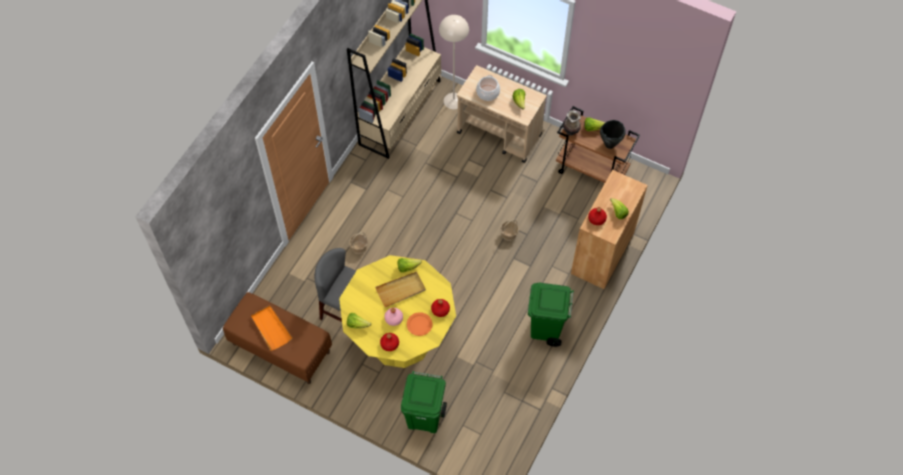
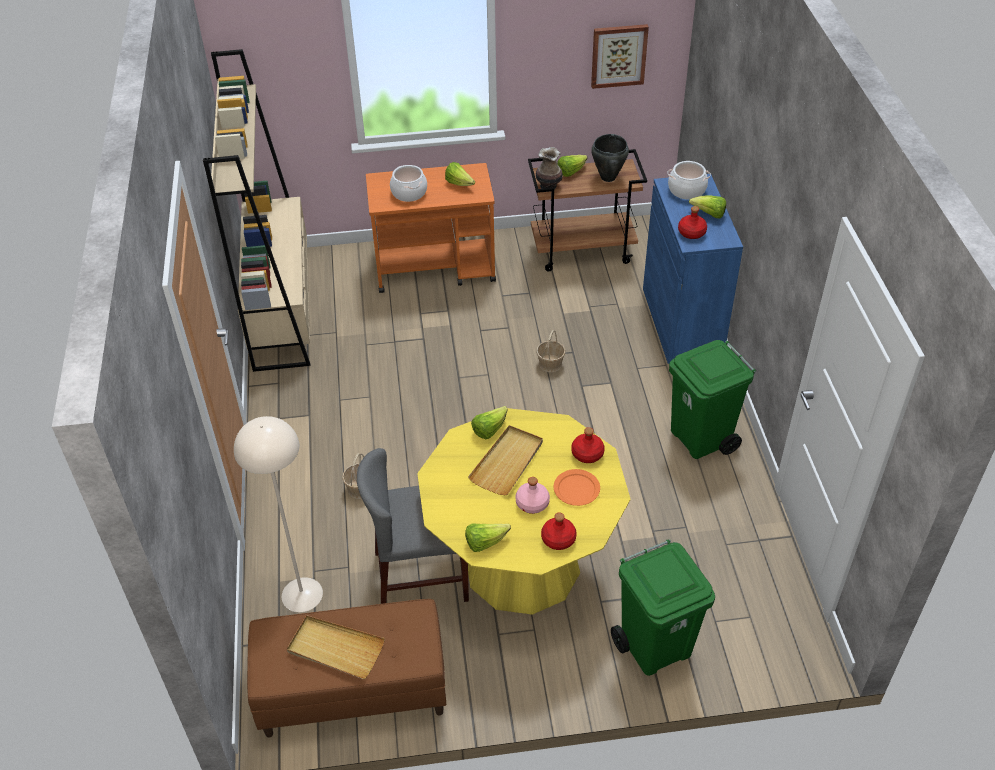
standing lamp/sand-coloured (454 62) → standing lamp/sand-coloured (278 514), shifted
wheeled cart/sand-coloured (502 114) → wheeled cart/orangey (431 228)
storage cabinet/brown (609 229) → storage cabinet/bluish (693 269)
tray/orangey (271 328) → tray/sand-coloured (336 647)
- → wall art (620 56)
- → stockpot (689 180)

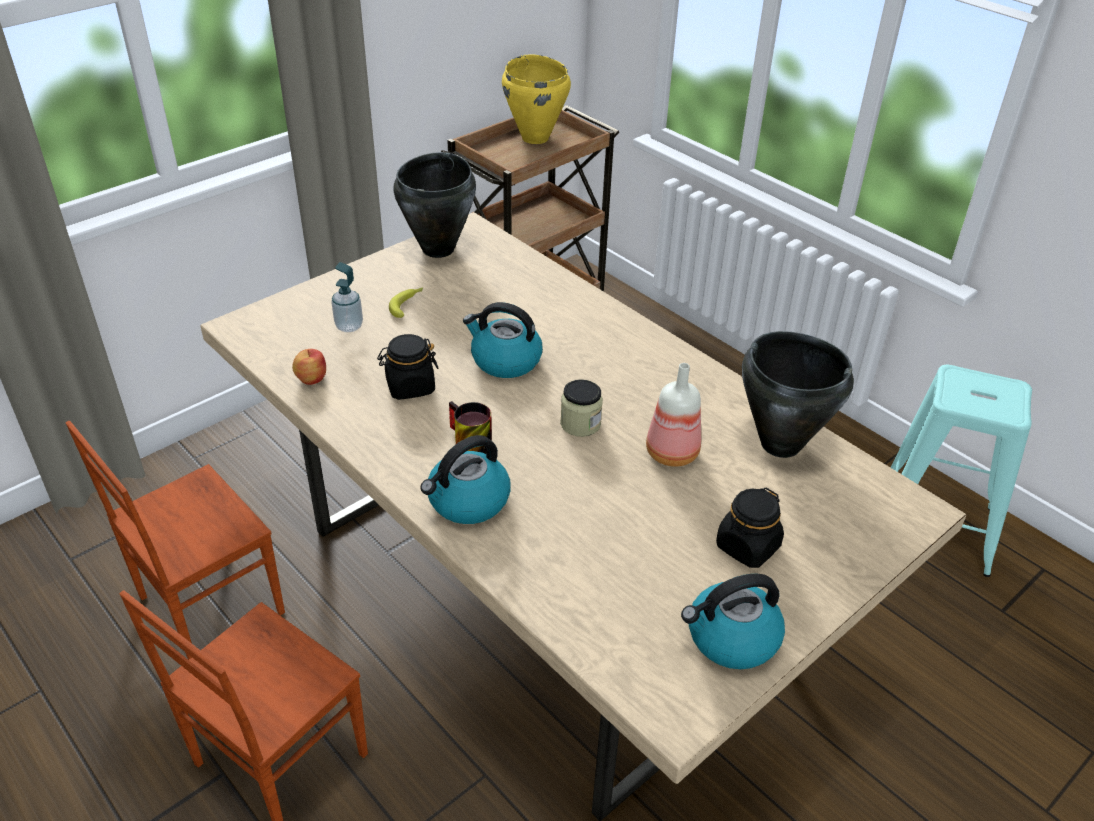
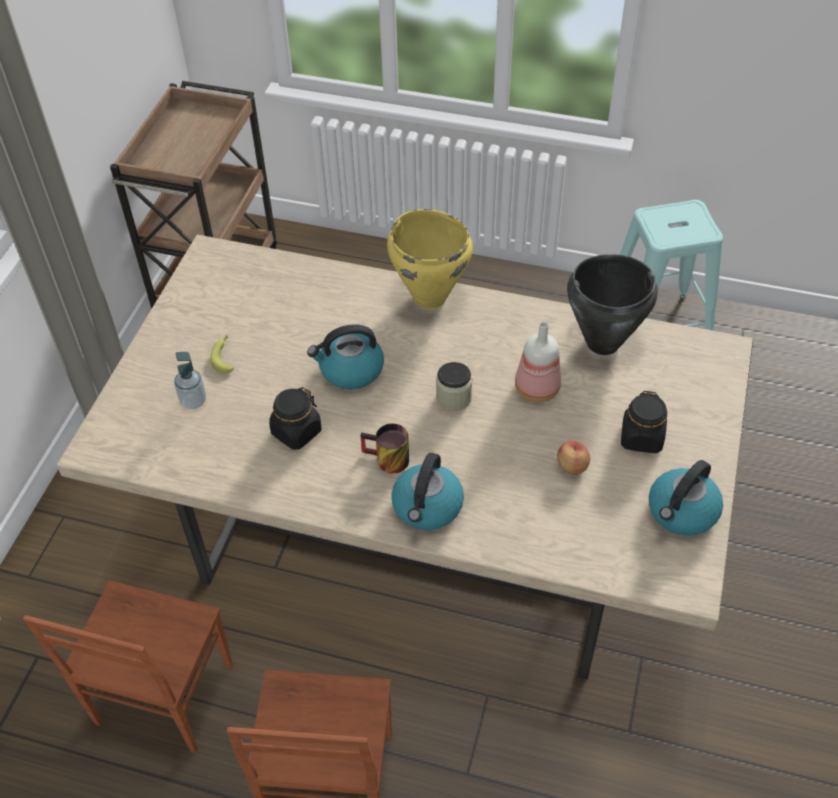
stockpot/yellowish (536 99) → stockpot/yellowish (430 259), shifted
stockpot/blackish (434 205) → -
apple fruit (309 367) → apple fruit (573 458), shifted

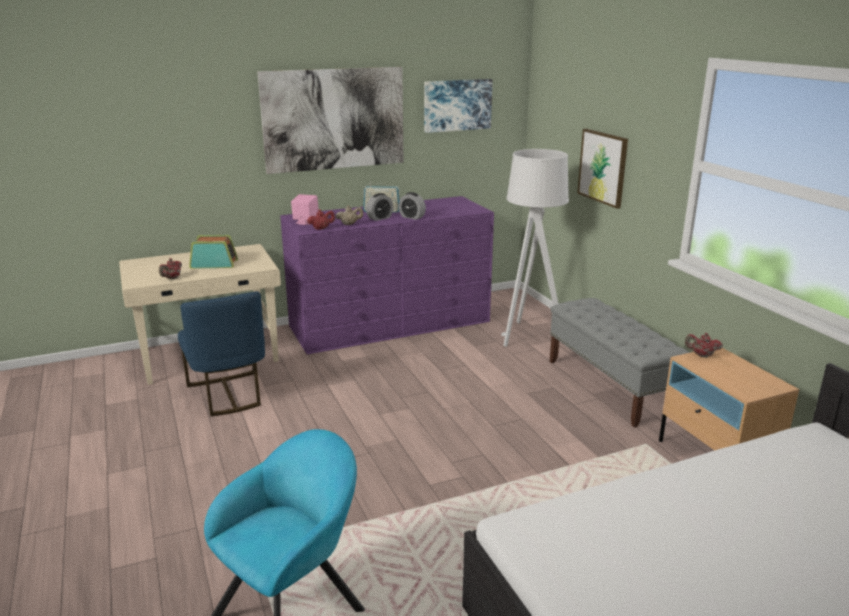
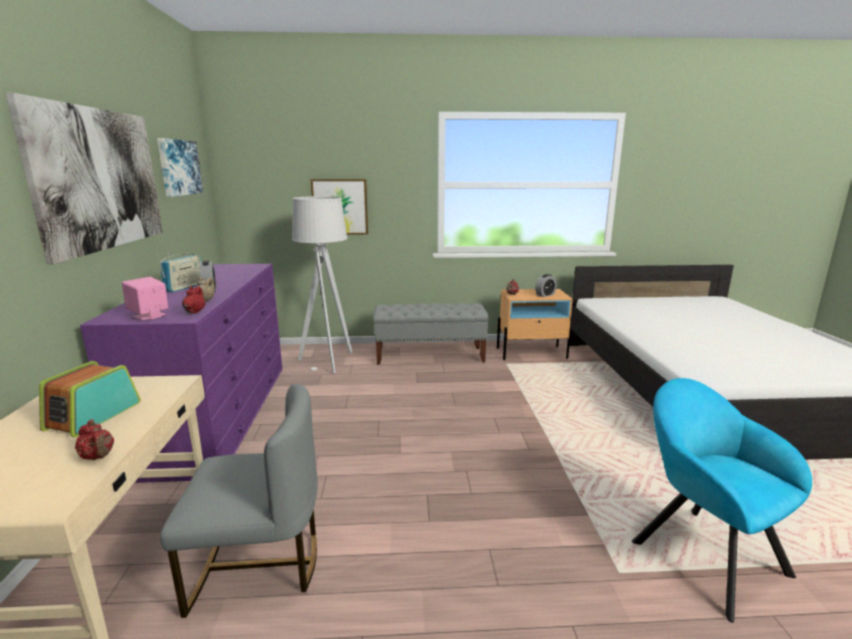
bedside clock (412 206) → bedside clock (546 285), shifted
upright chair/bluish (221 353) → upright chair/greyish (239 501)

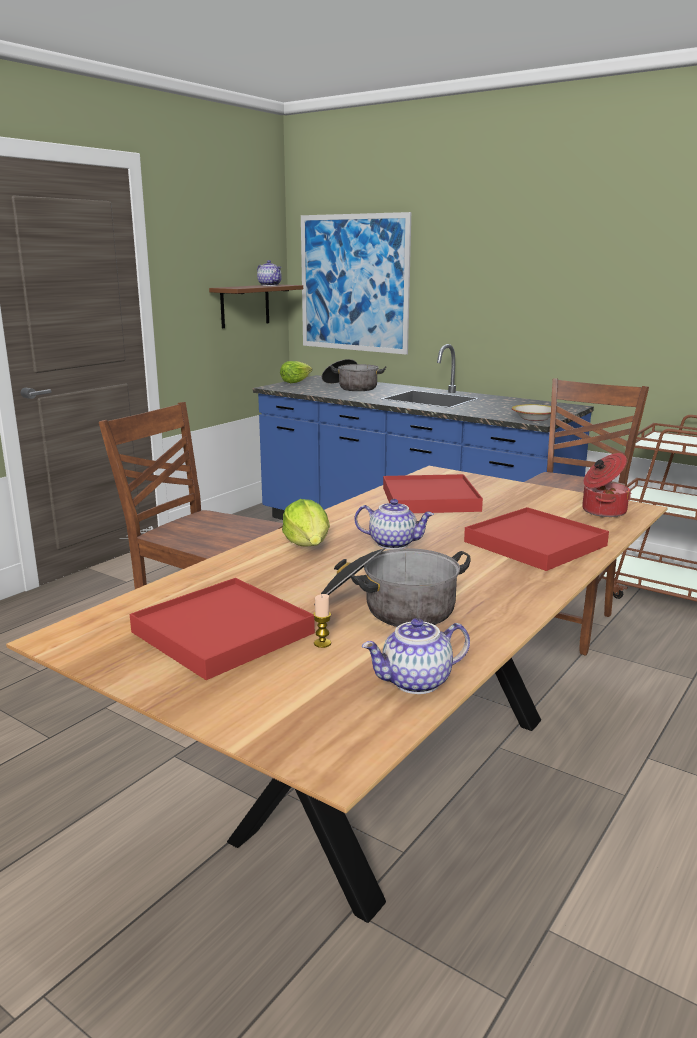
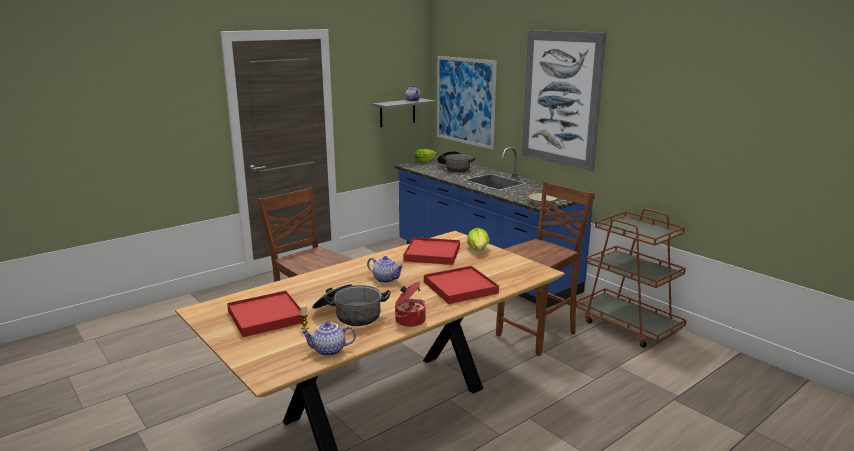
shelf/brown (256 306) → shelf/greyish (403 112)
stockpot (607 485) → stockpot (410 304), shifted
lettuce (306 523) → lettuce (478 239), shifted
- → wall art (564 100)

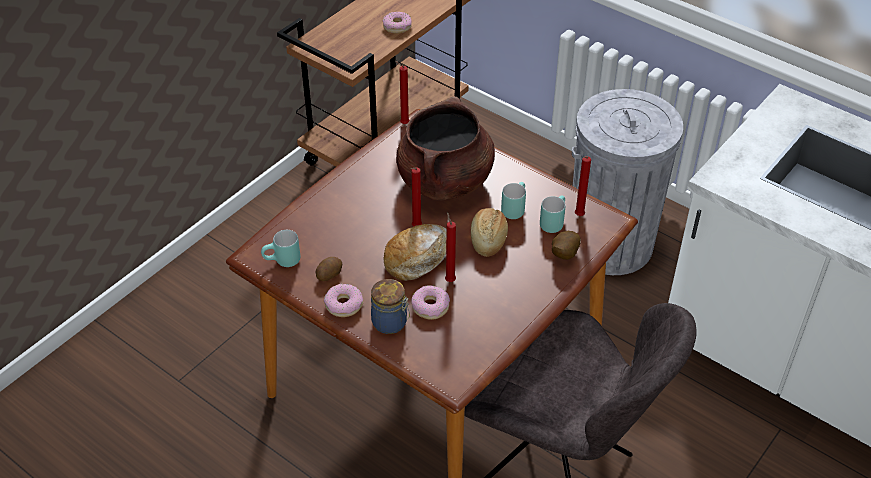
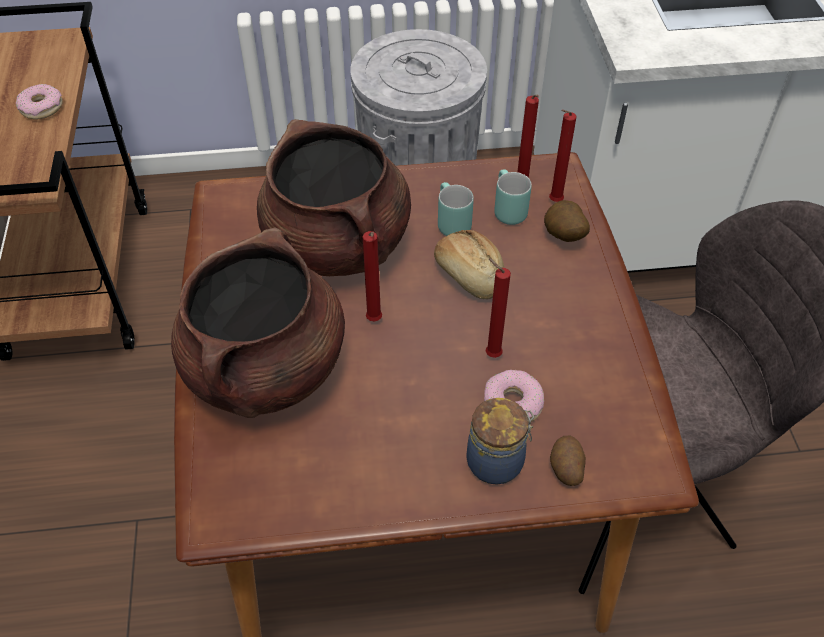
wax light/red-coloured (402 92) → wax light/red-coloured (563 156), shifted
baked bread (414 252) → -
tea mug/turquoise (280 248) → -
potato (328 269) → potato (568 460), shifted
doughnut (343 300) → -
- → stockpot/brown (258 322)

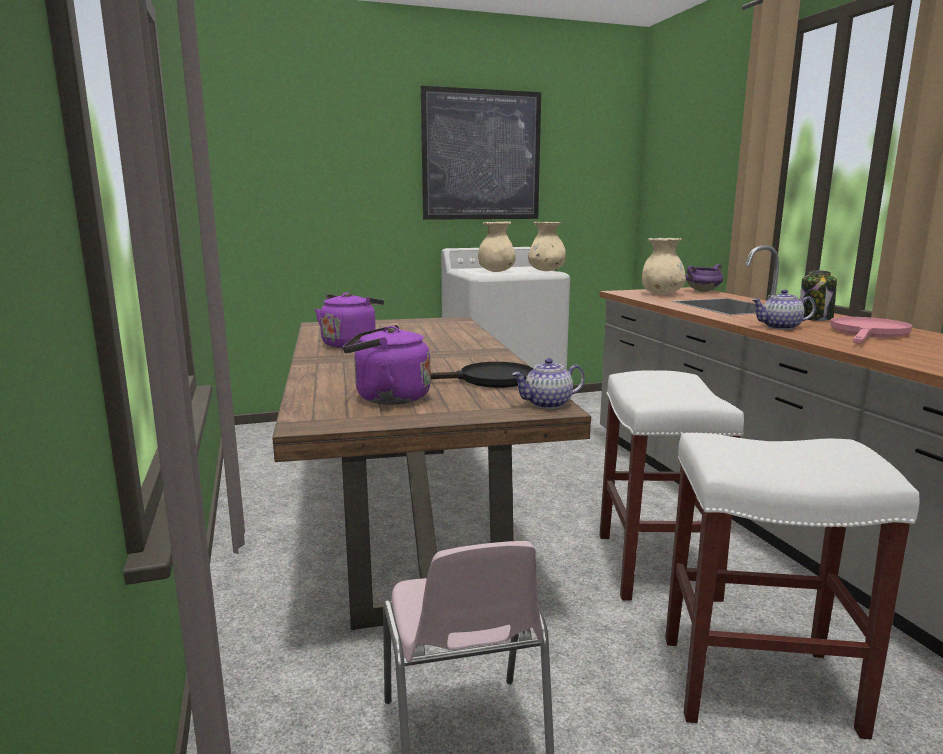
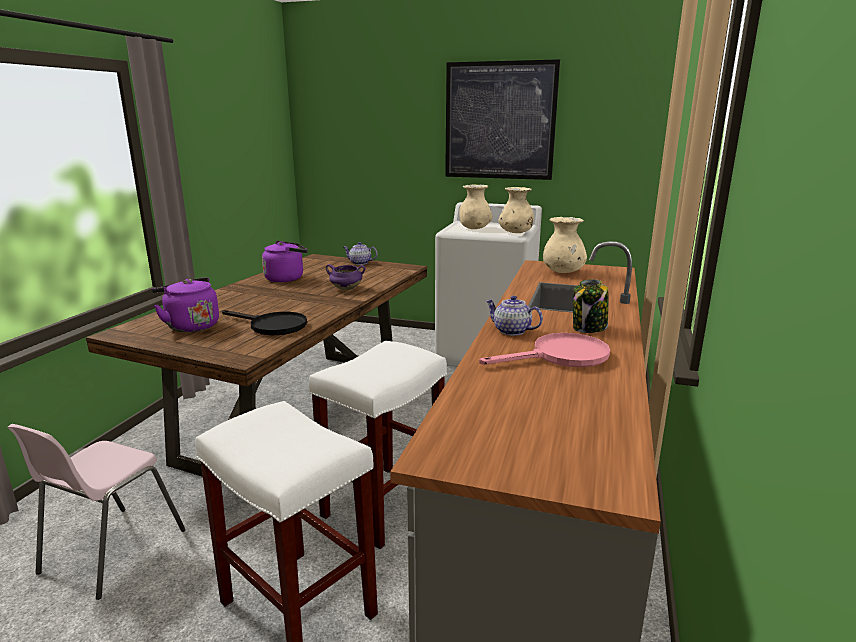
stockpot/purple-coloured (704 278) → stockpot/purple-coloured (346 277), shifted
pot for tea (548 383) → pot for tea (360 253), shifted

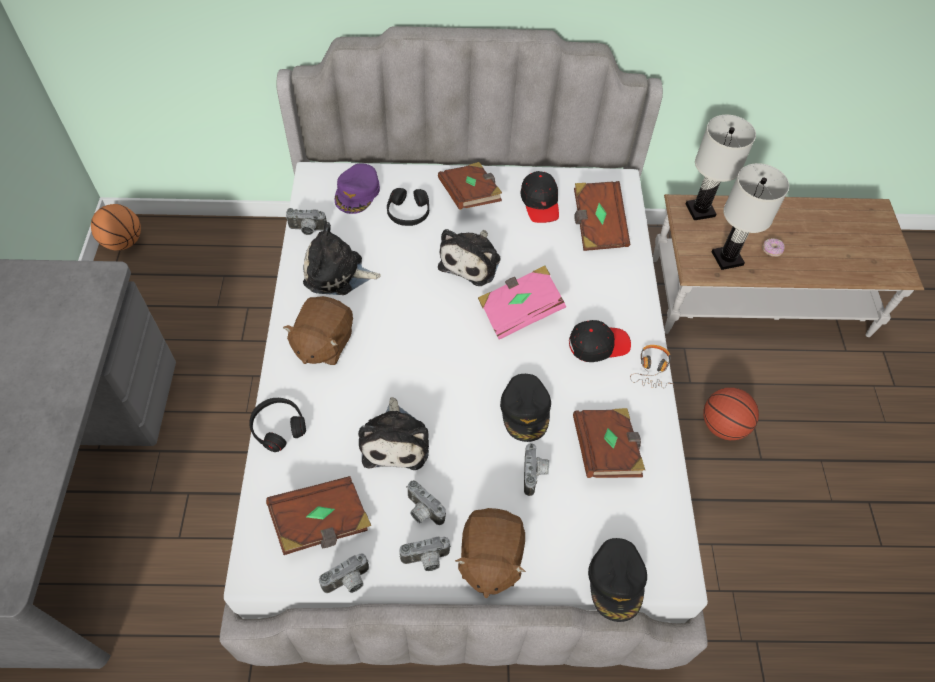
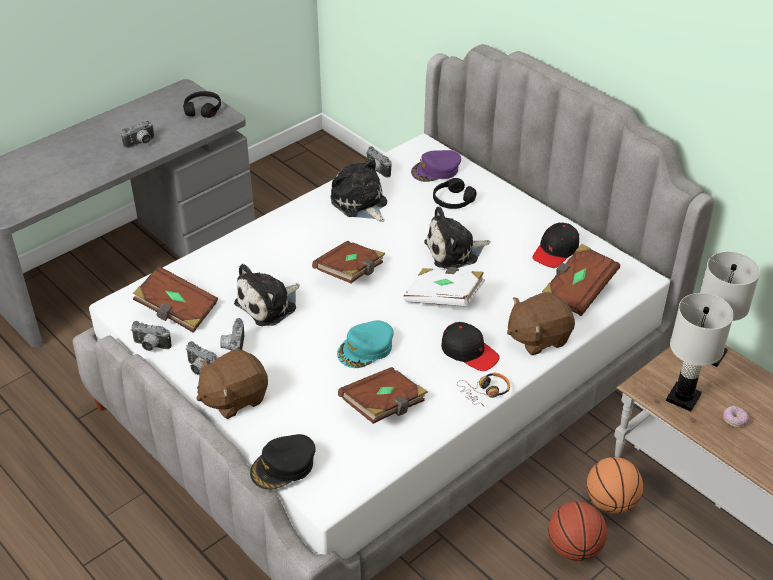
book/brown (470 186) → book/brown (348 262), shifted
basketball (116 227) → basketball (615 485), shifted
book/pink-coloured (522 303) → book/white (444 287)
soft toy/brown (318 330) → soft toy/brown (541 323), shifted
peaked cap/blackish (525 408) → peaked cap/turquoise (365 344)
headset/blackish (277 425) → headset/blackish (202 104), shifted
still camera (536 469) → still camera (138 134), shifted

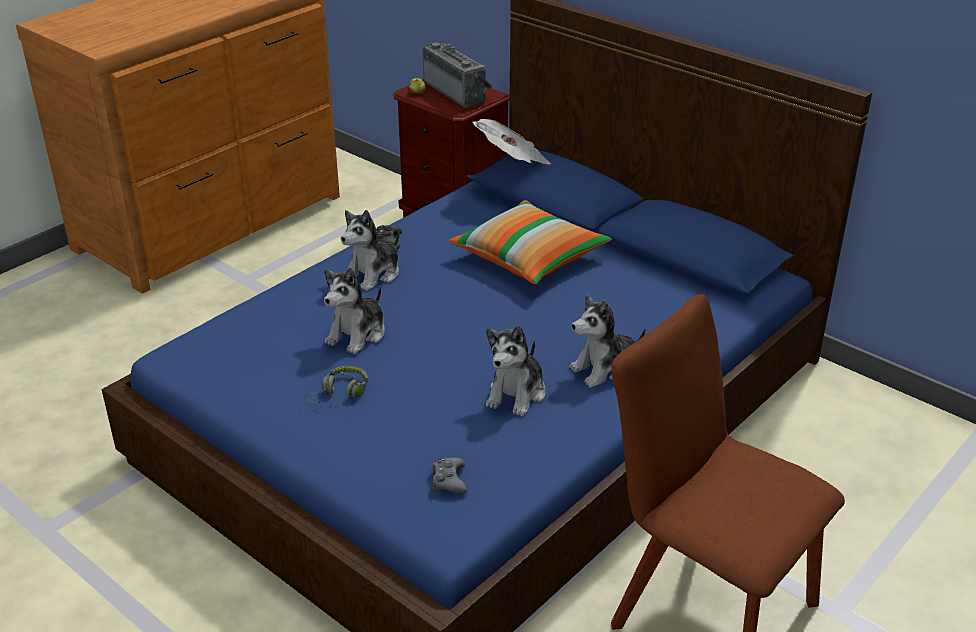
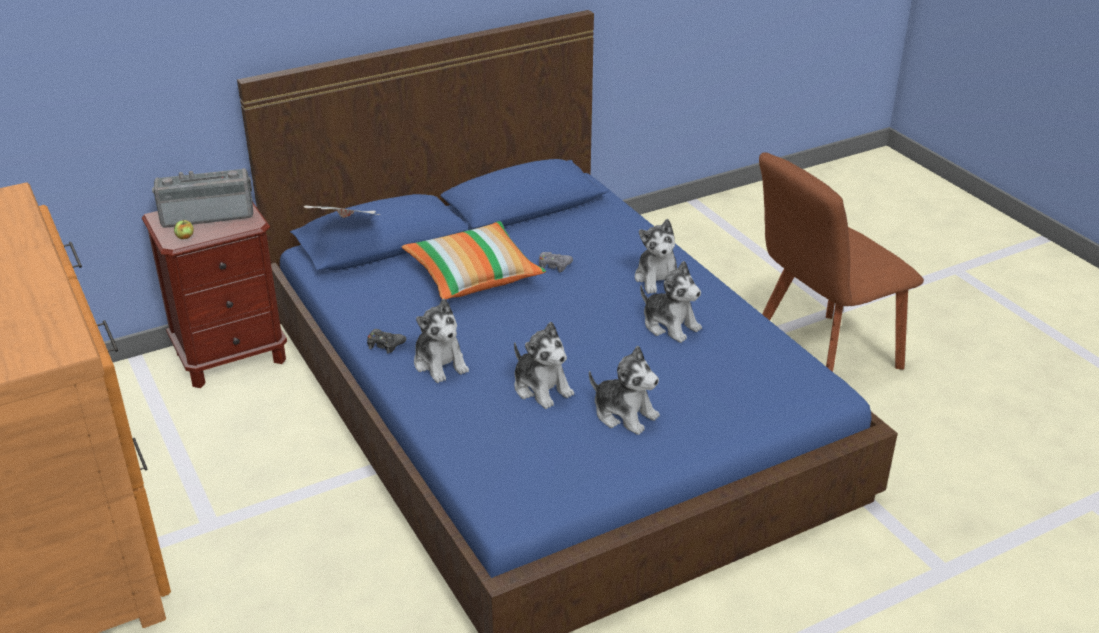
headset/greyish (336 385) → soft toy (624 390)
game controller/greyish (449 476) → game controller/greyish (556 262), shifted

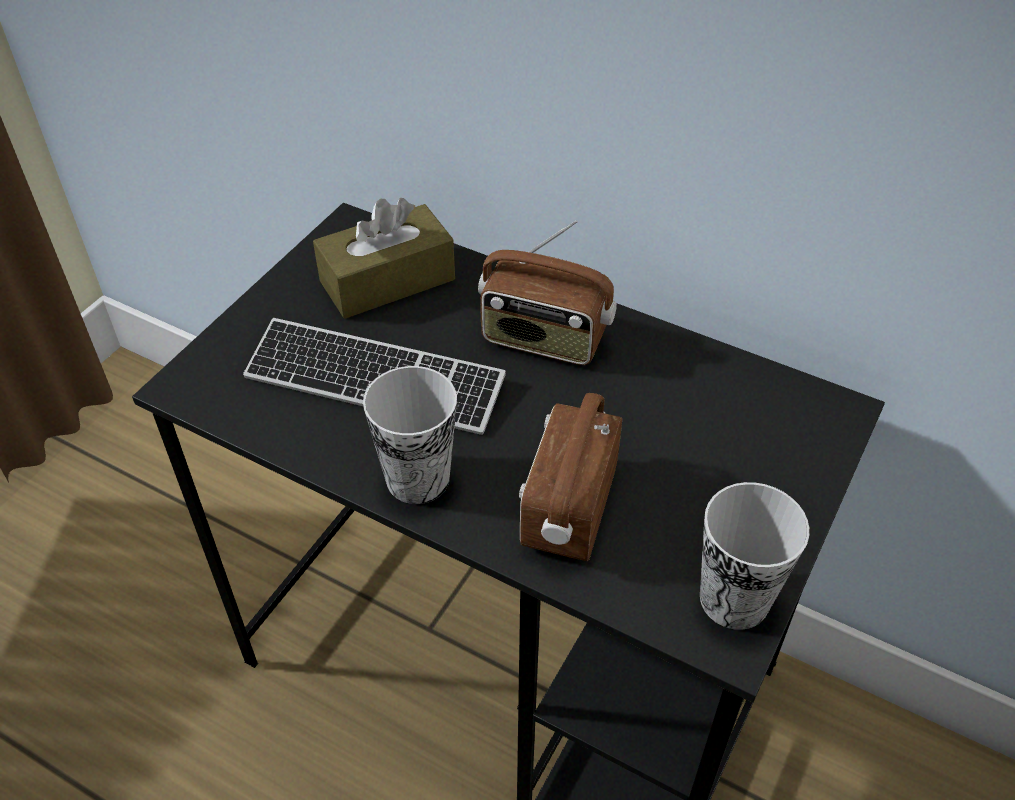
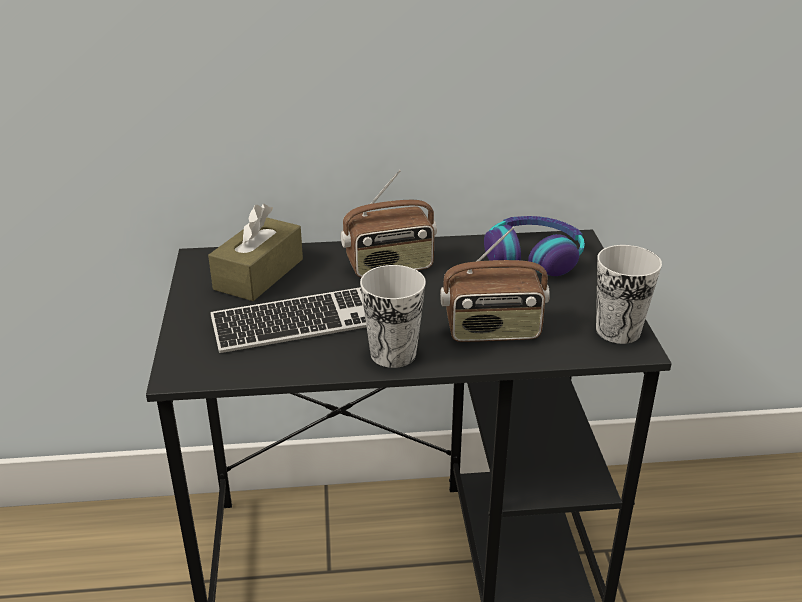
radio set (570 477) → radio set (495 284), 75 degrees counterclockwise
- → headset (534 246)

